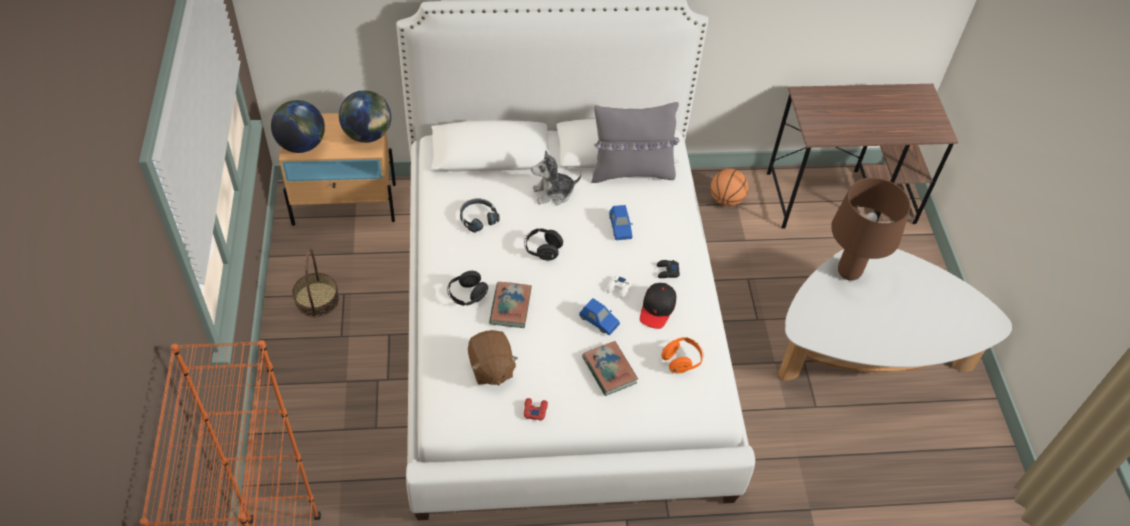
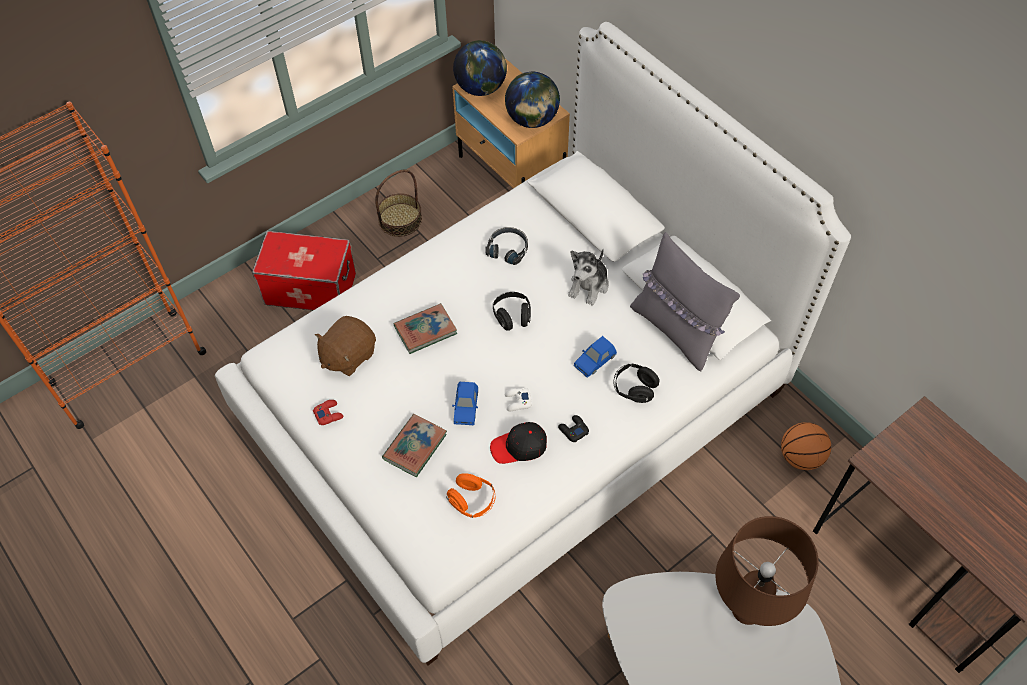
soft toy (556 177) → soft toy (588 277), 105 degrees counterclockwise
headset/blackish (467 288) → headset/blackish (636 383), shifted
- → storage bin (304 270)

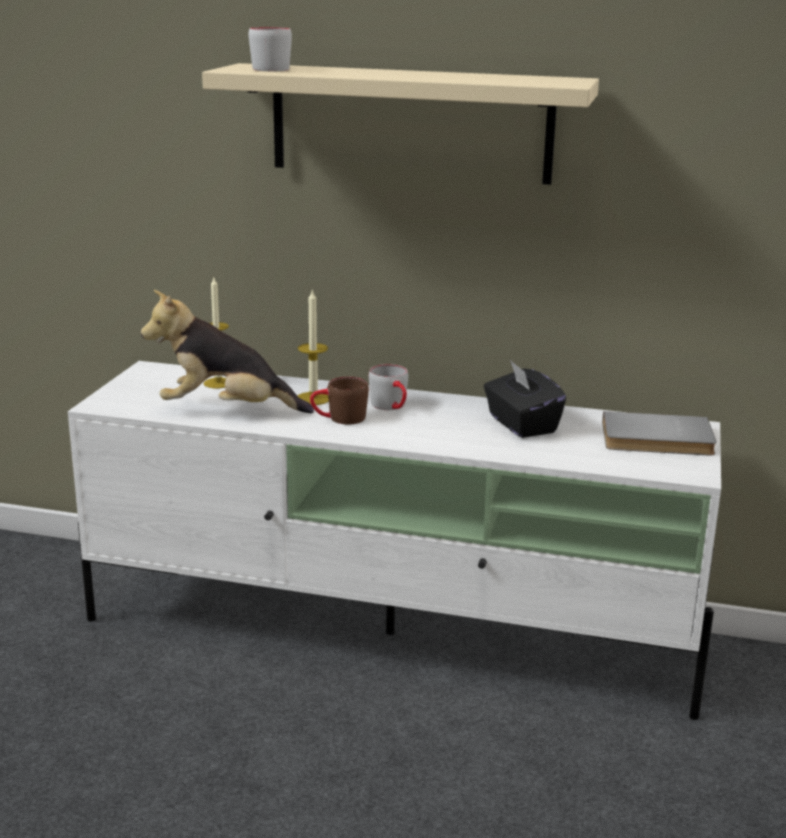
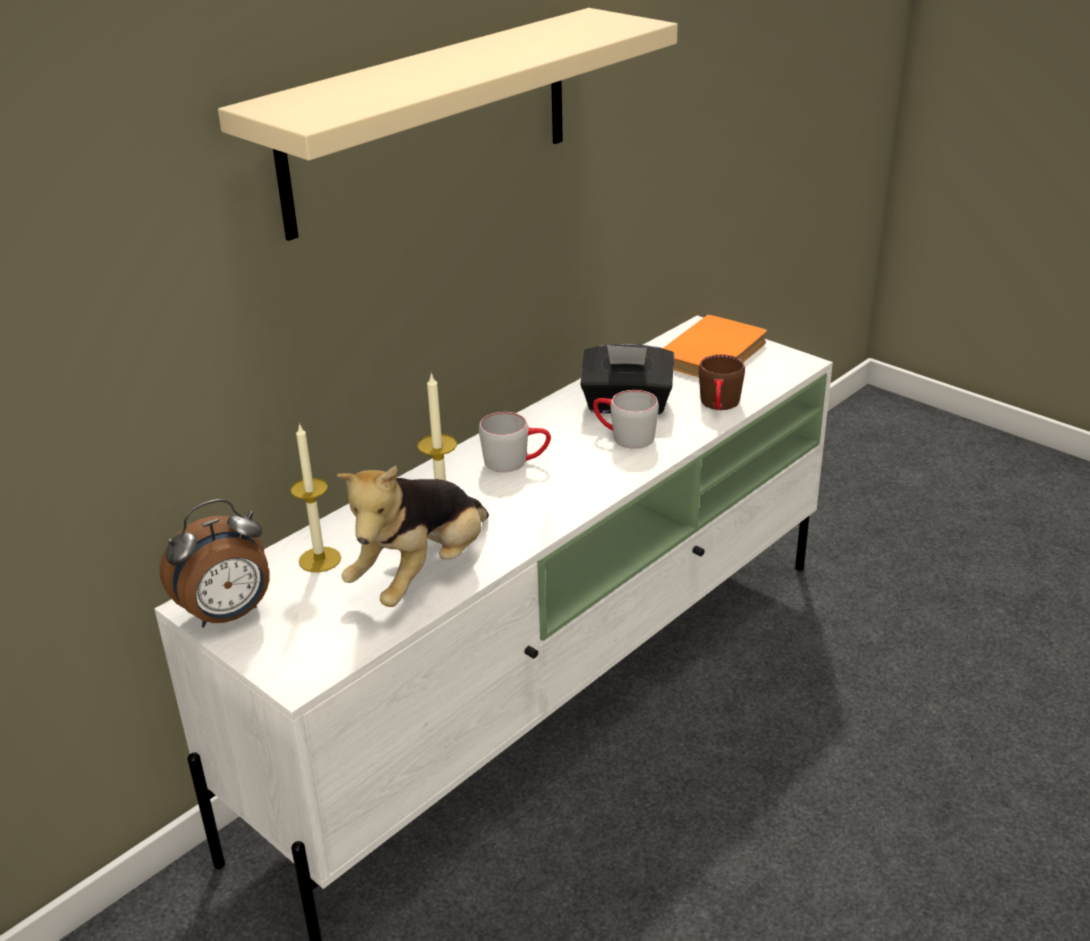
tea mug/greyish (270 49) → tea mug/greyish (626 419), shifted
tea mug/brown (339 400) → tea mug/brown (722 382), shifted
book/greyish (659 433) → book/orangey (715 345)
- → bedside clock (214 563)

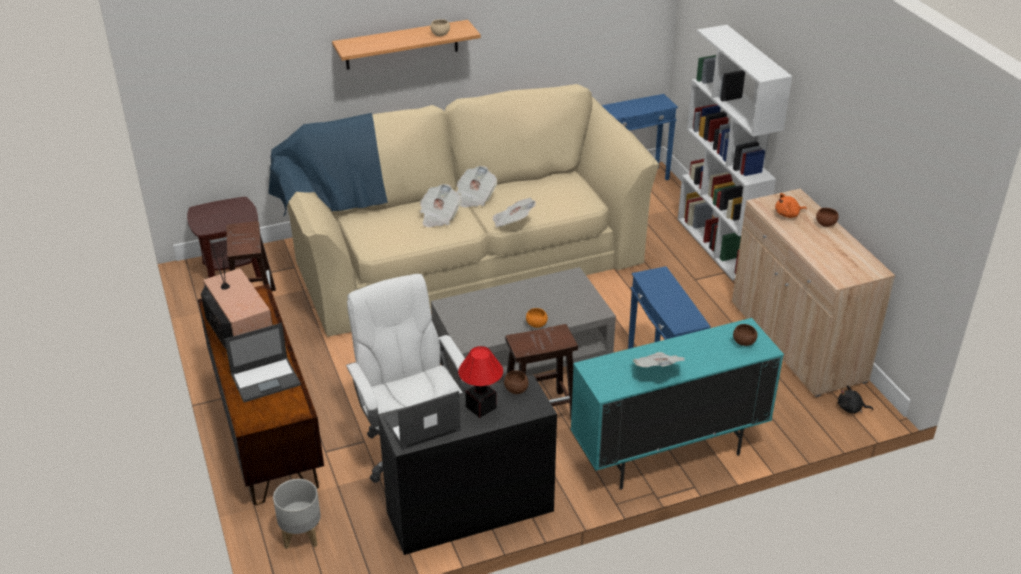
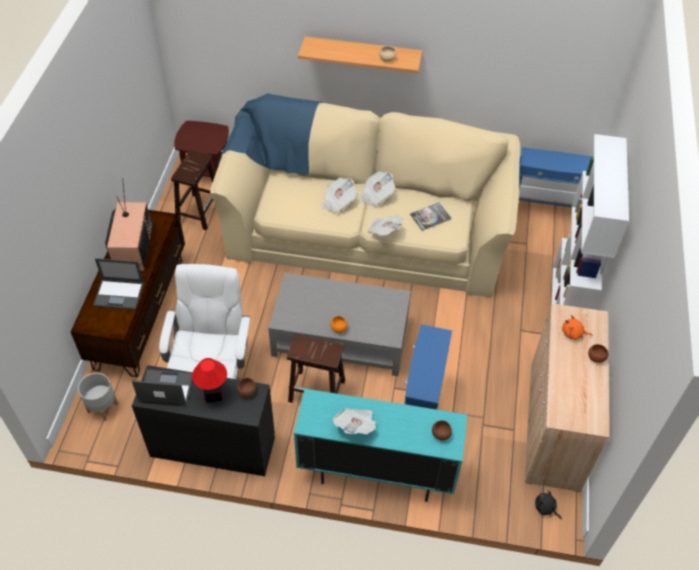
- → book (430 216)

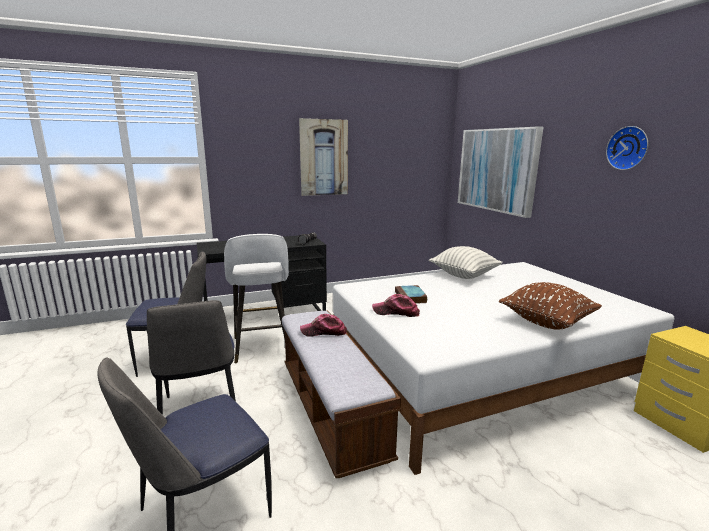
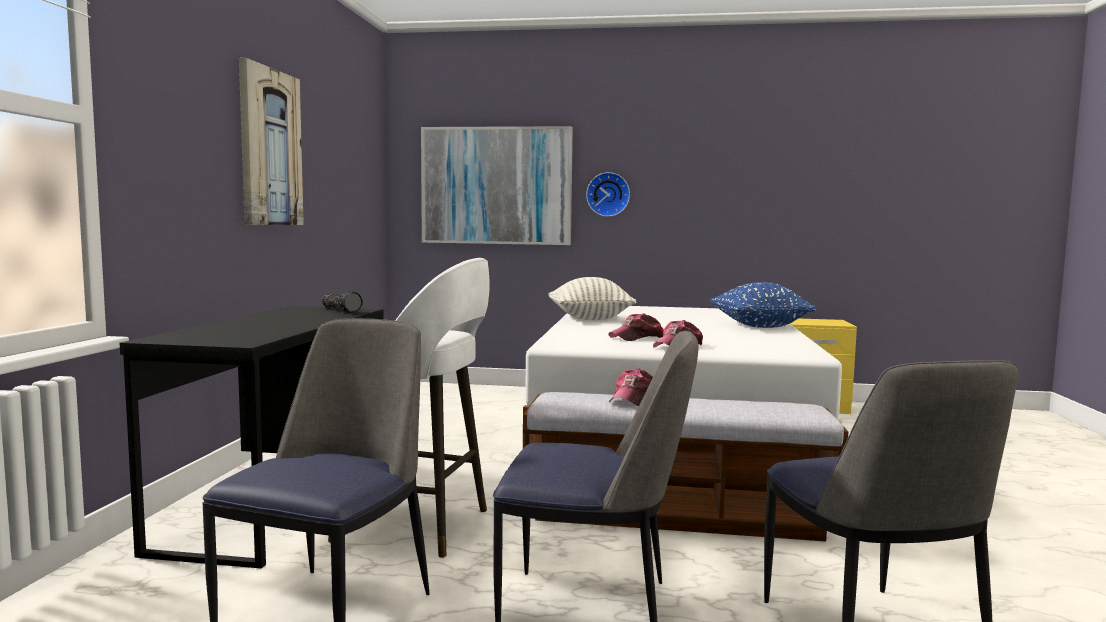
hanging clock (627 148) → hanging clock (608 194), shifted
throw pillow/brown (550 306) → throw pillow/bluish (763 305)
book (411 294) → peaked cap (636 327)

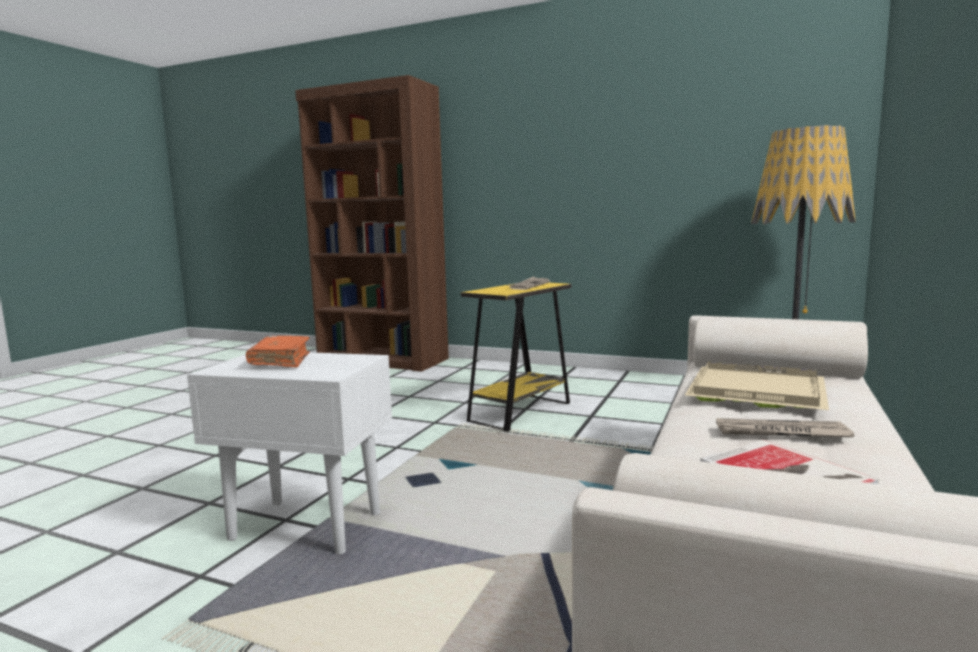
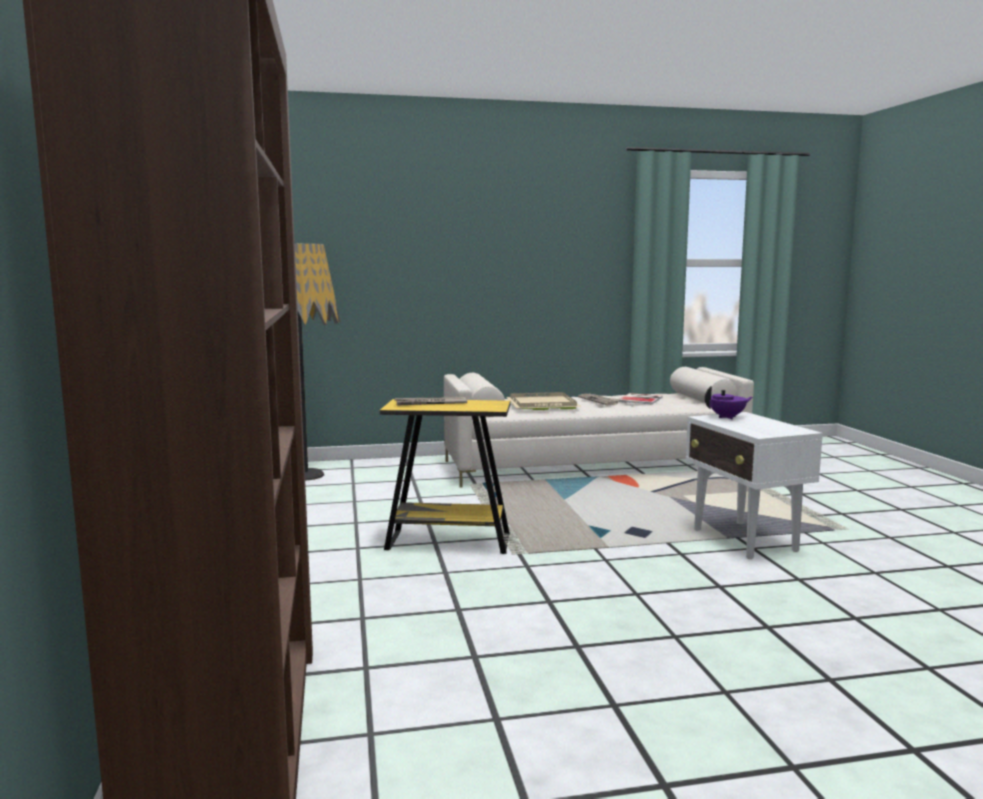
book/orangey (278 351) → -
- → pot for tea/purple-coloured (729 402)

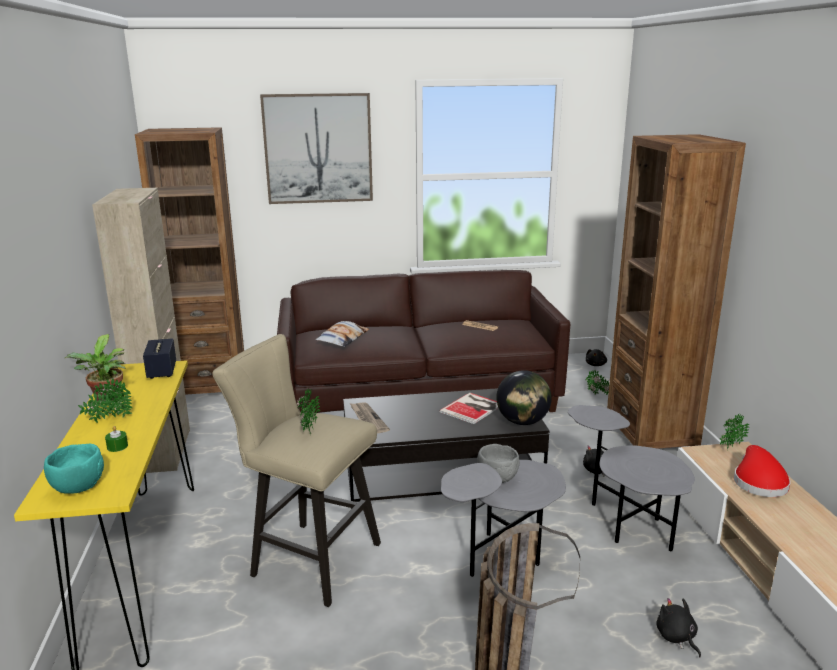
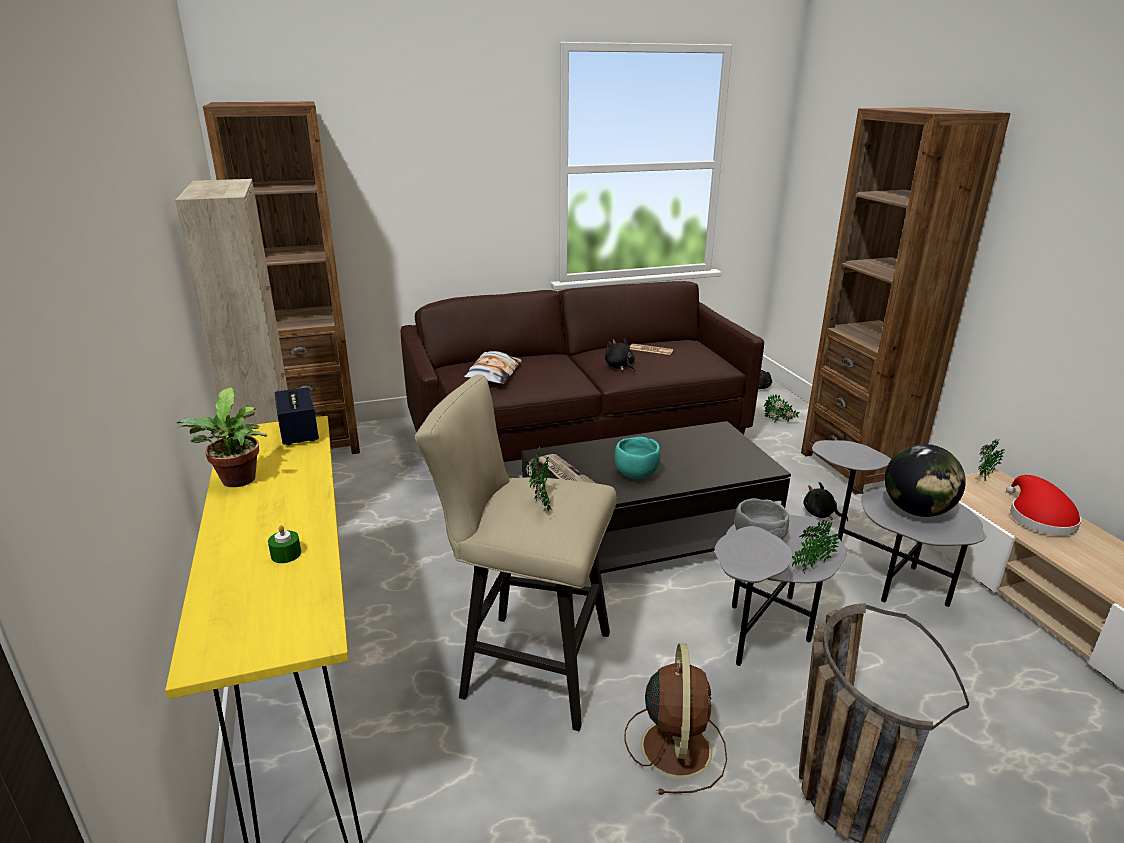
wall art (316 148) → -
world globe (524 397) → world globe (925 480), shifted
houseplant (105 400) → houseplant (816 546), shifted
book (468 408) → -
bowl/turquoise (74 469) → bowl/turquoise (638 458), shifted
soft toy/blackish (678 627) → soft toy/blackish (620 355), shifted
- → cooling fan/brown (676 719)

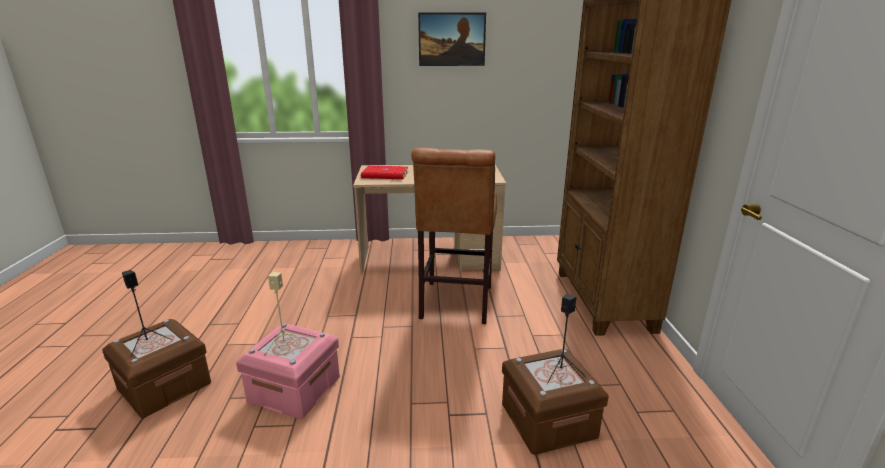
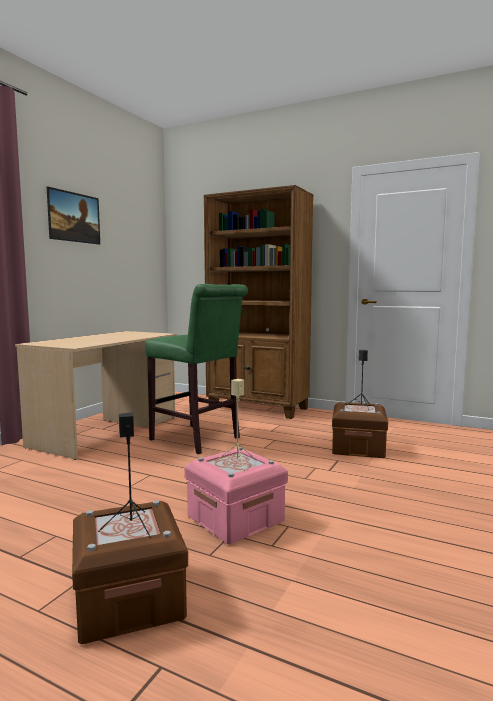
stool seat/brown (454 236) → stool seat/green (196 369)
book/red-coloured (384 172) → -

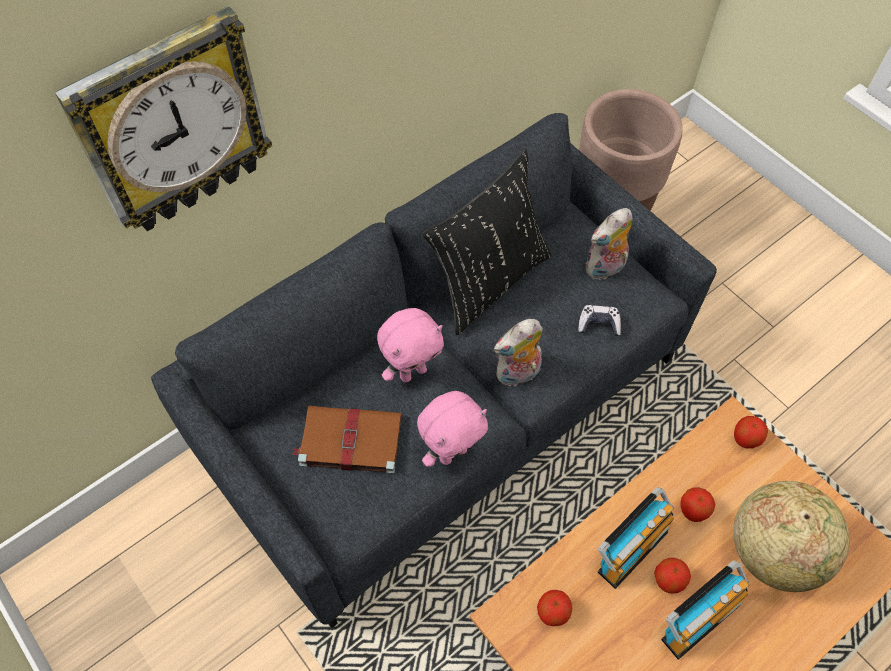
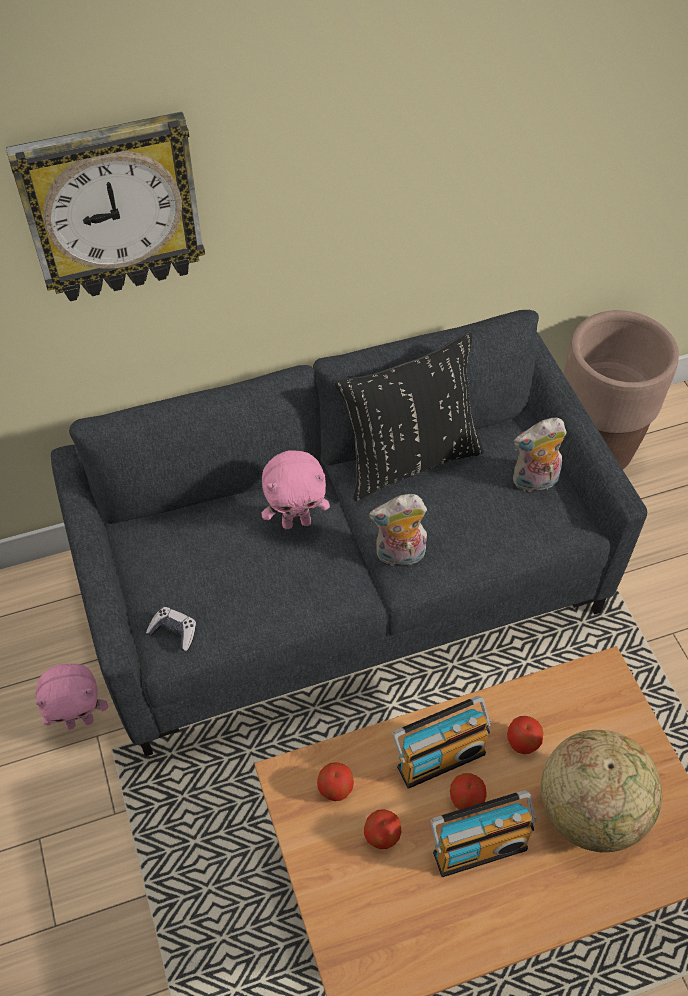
game controller (599 320) → game controller (171 629), shifted
soft toy/pink-coloured (452 429) → soft toy/pink-coloured (72 697), shifted
book/brown (347 440) → -
apple fruit (751 432) → apple fruit (382 829), shifted

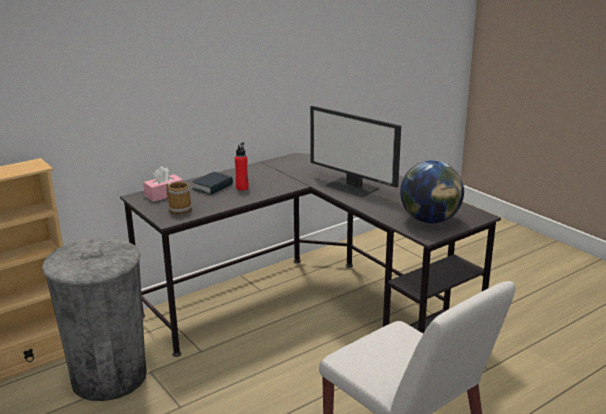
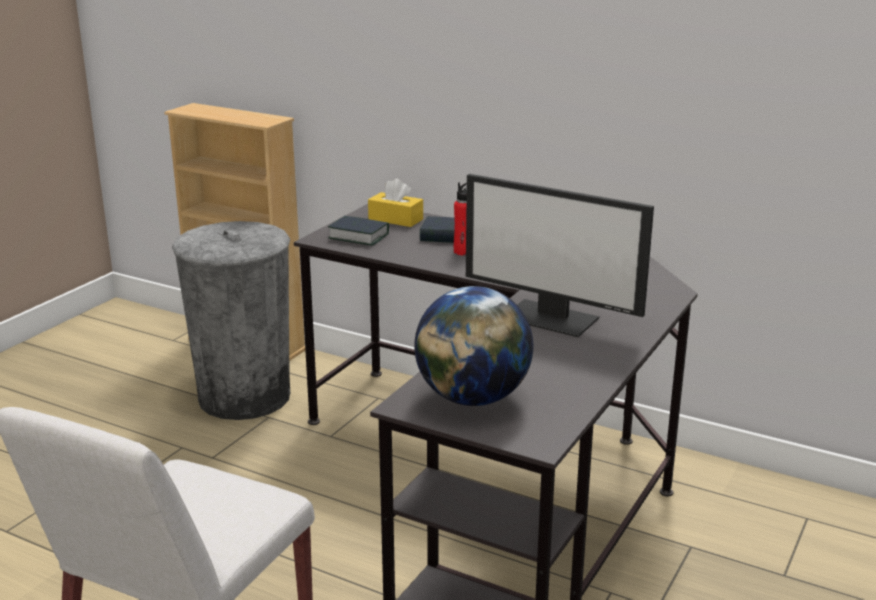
computer screen (355 151) → computer screen (560 255), 75 degrees counterclockwise
tissue box/pink-coloured (163 184) → tissue box/yellowish (395 203)
tea mug (179 198) → book (358 231)

